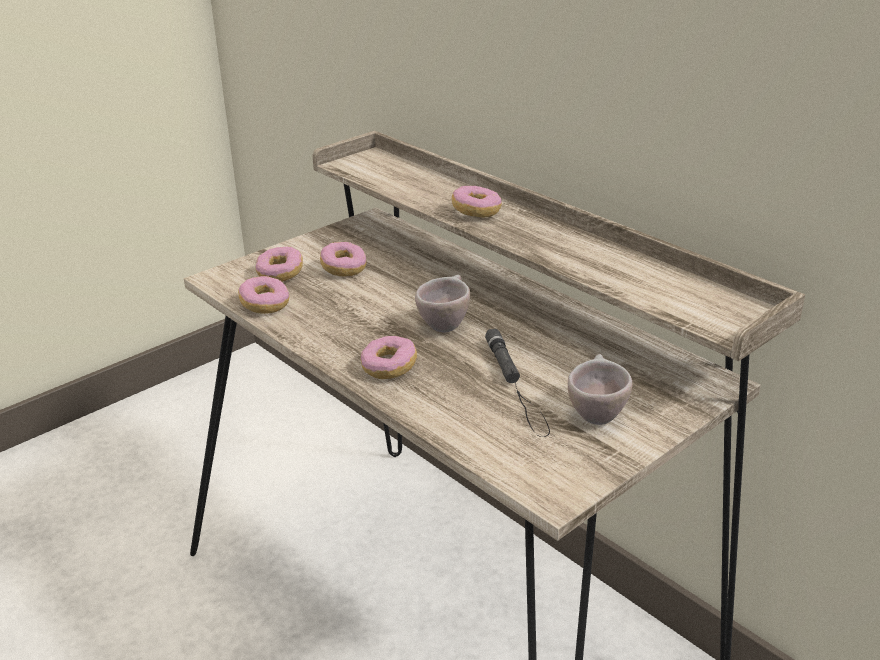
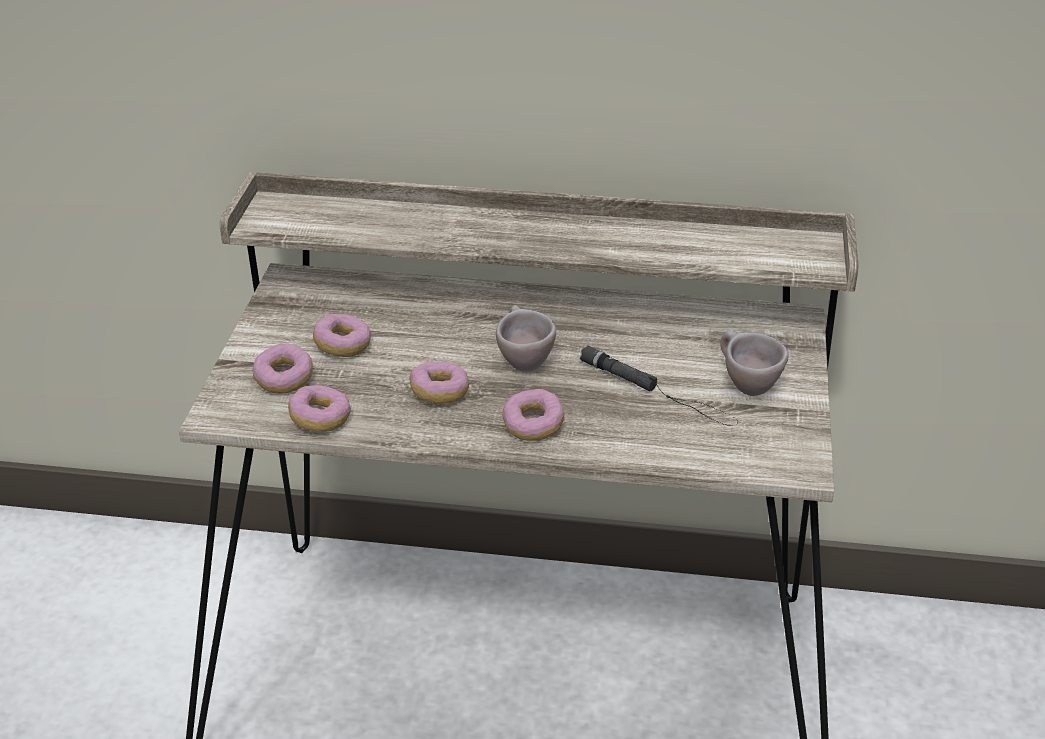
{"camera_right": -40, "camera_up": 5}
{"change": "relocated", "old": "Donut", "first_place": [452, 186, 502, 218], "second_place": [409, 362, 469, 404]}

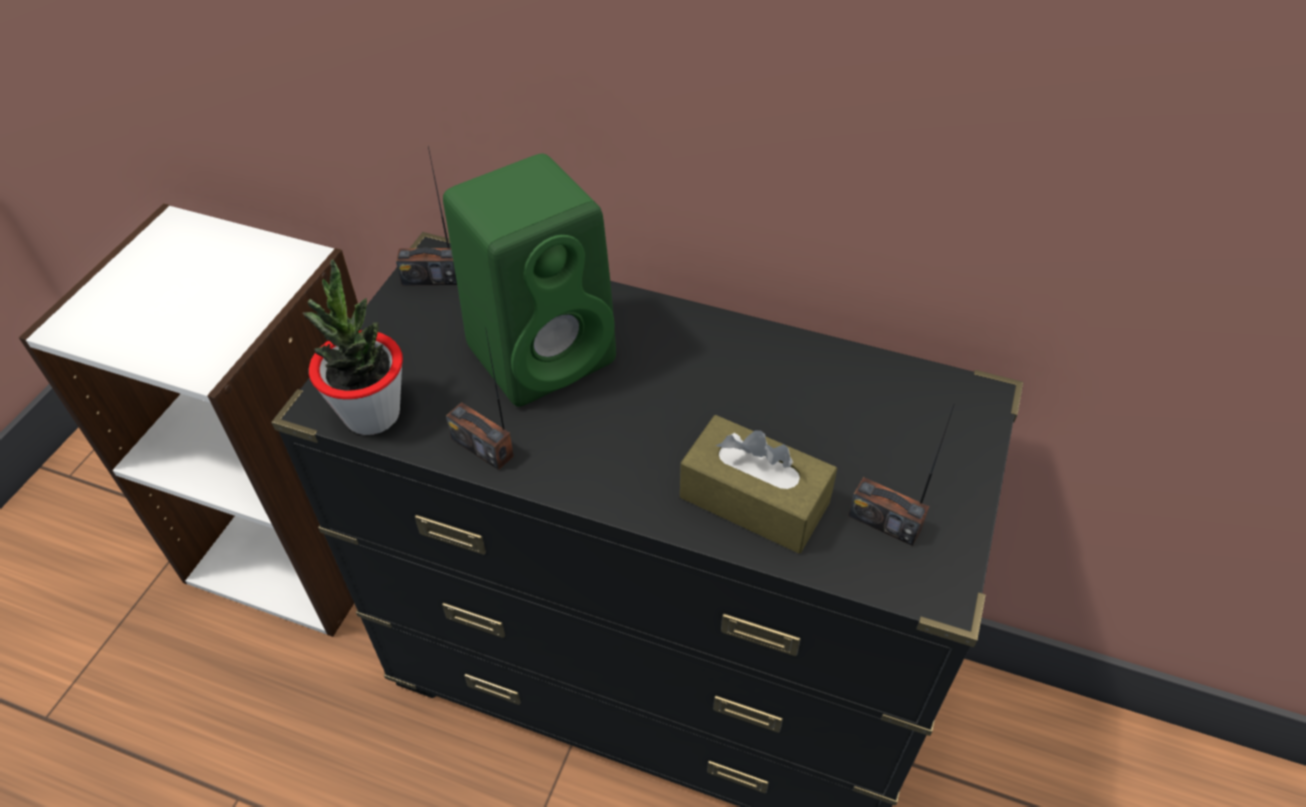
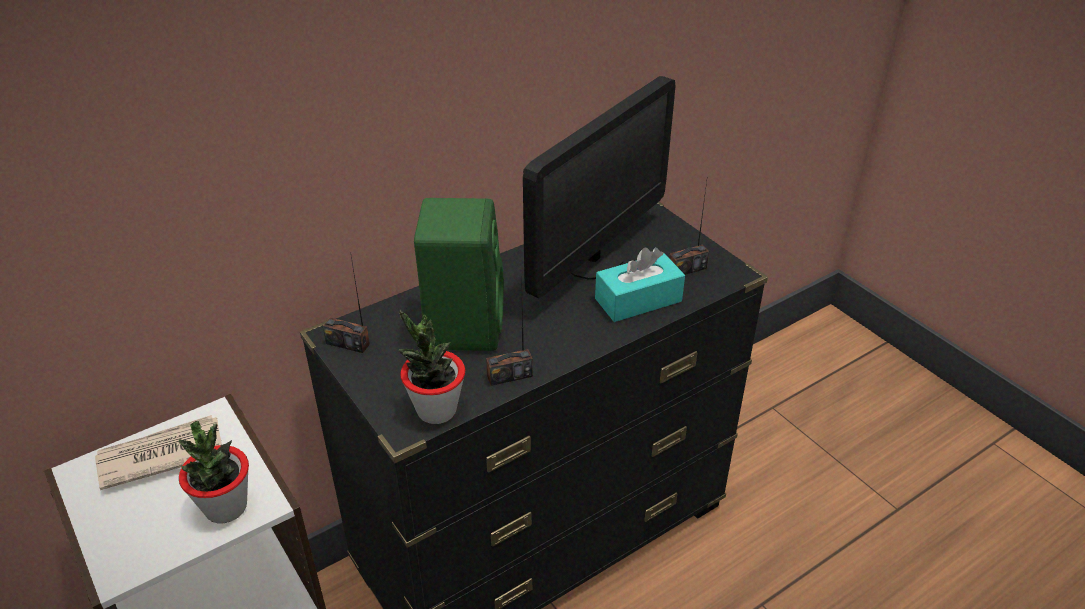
{"camera_right": -55, "camera_up": -10}
{"change": "spun", "old": "Radio", "first_place": [396, 146, 457, 286], "second_place": [323, 252, 370, 353], "degrees": 75}
{"change": "colour", "old": "Taschentuchbox (braun)", "new": "Taschentuchbox (türkis)", "first_place": [680, 415, 837, 553], "second_place": [595, 247, 685, 322]}
{"change": "appeared", "new": "Zeitung", "second_place": [95, 415, 222, 490]}
{"change": "appeared", "new": "Topfpflanze", "second_place": [179, 421, 249, 523]}
{"change": "appeared", "new": "Monitor", "second_place": [523, 76, 676, 298]}

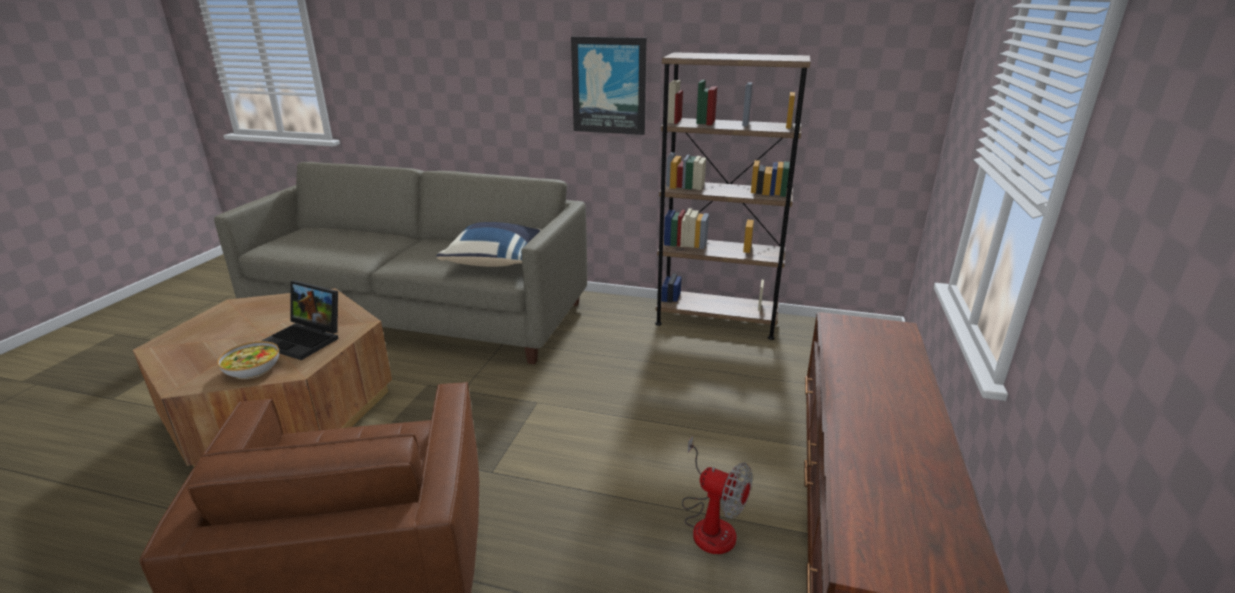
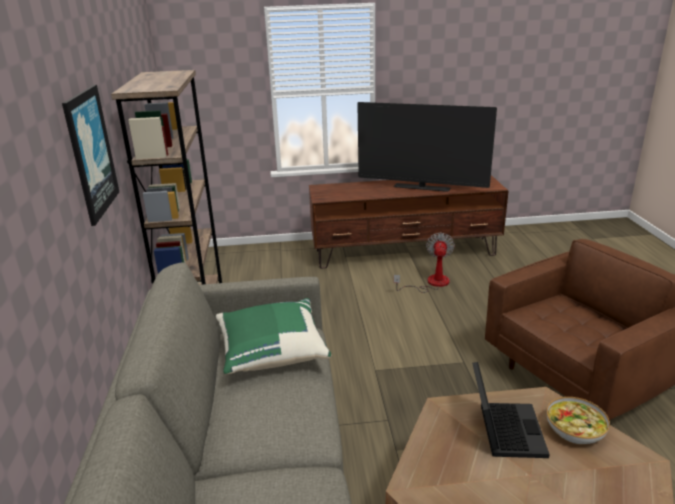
{"camera_right": -110, "camera_up": 0}
{"change": "colour", "old": "Kissen (blau)", "new": "Kissen (grün)", "first_place": [436, 222, 542, 267], "second_place": [216, 298, 331, 374]}
{"change": "appeared", "new": "Fernseher", "second_place": [357, 102, 497, 192]}

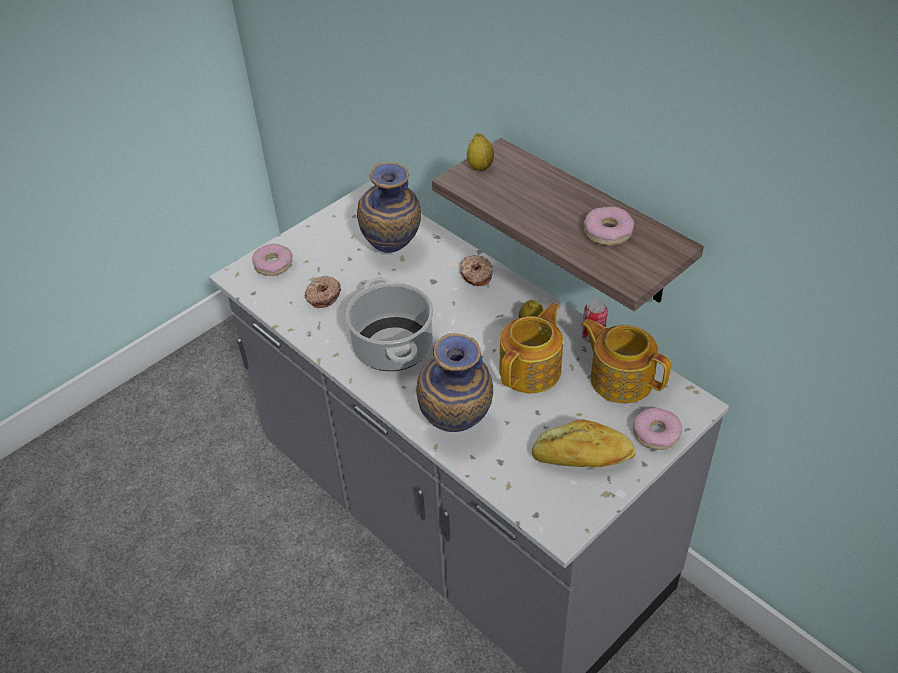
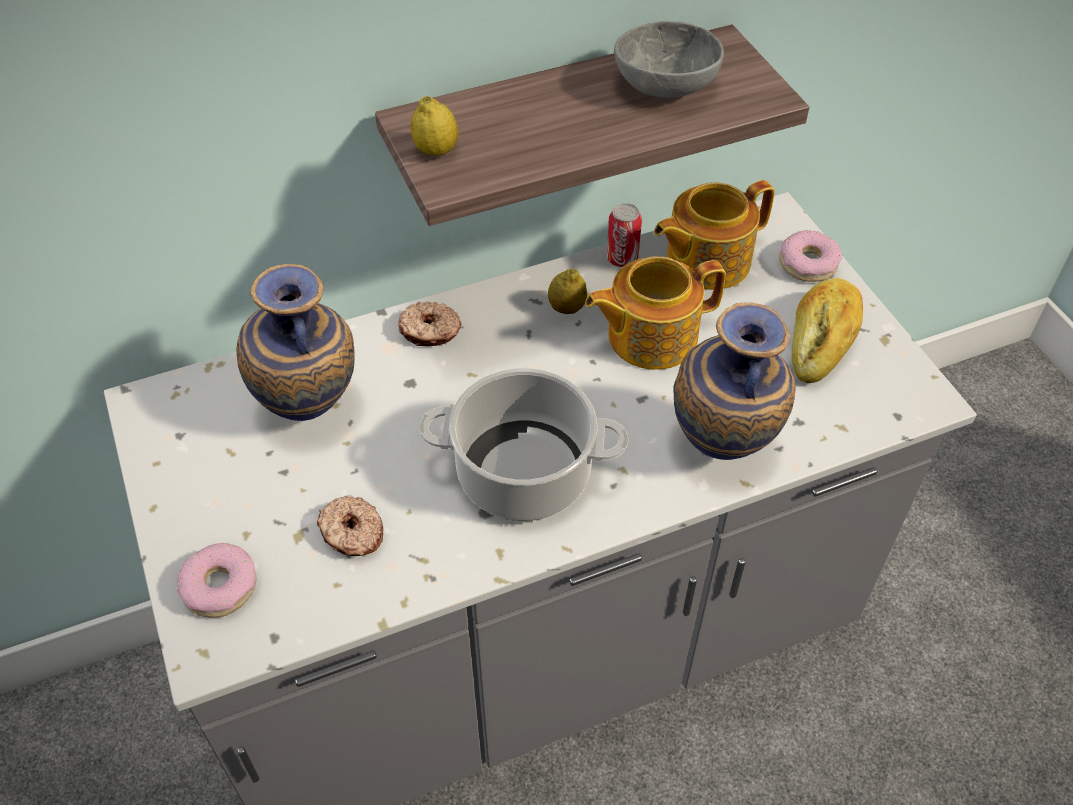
{"camera_right": -70, "camera_up": 5}
{"change": "spun", "old": "Teekanne", "first_place": [499, 303, 563, 393], "second_place": [585, 256, 726, 370], "degrees": -75}
{"change": "exchanged", "old": "Donut", "new": "Schüssel (grau)", "first_place": [584, 206, 634, 246], "second_place": [614, 21, 724, 98]}

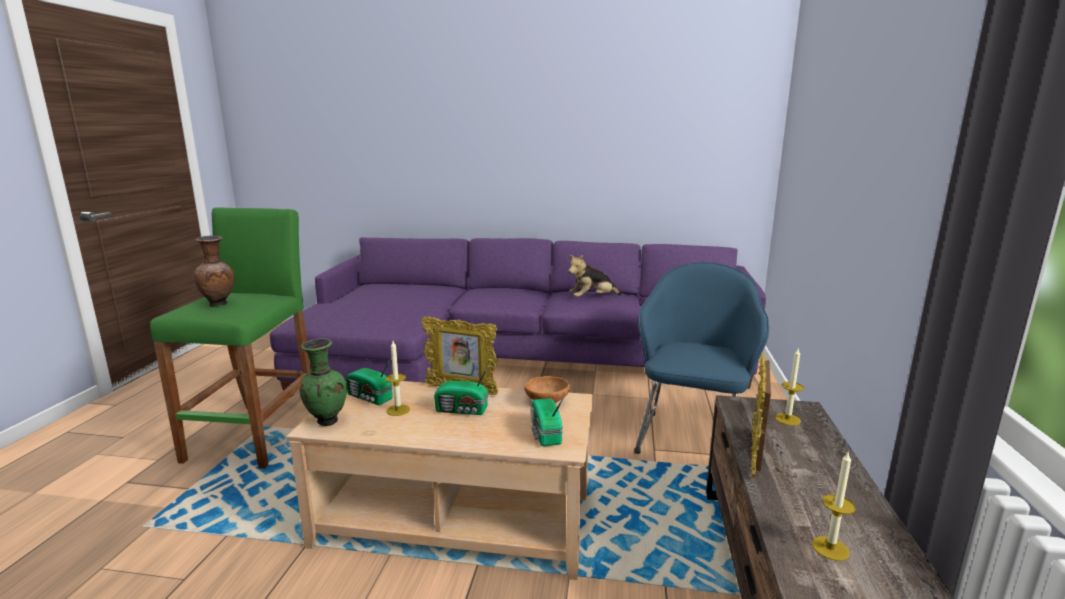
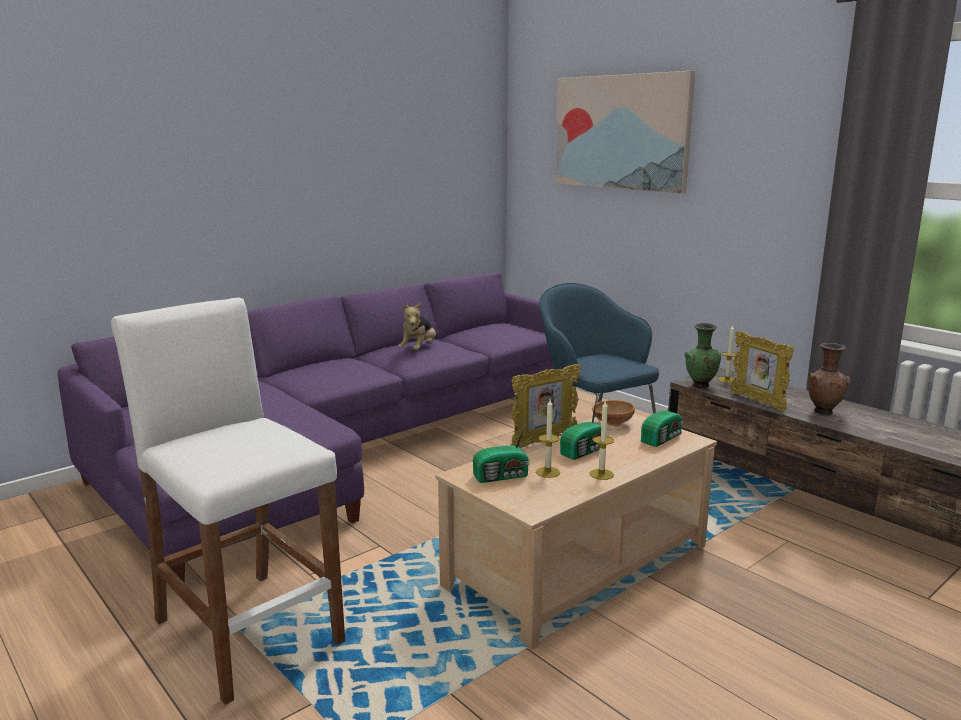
{"camera_right": -50, "camera_up": 0}
{"change": "colour", "old": "Hocker (grün)", "new": "Hocker (weiß)", "first_place": [150, 207, 311, 469], "second_place": [111, 298, 345, 705]}
{"change": "relocated", "old": "Vase (braun)", "first_place": [194, 236, 235, 306], "second_place": [808, 343, 850, 415]}
{"change": "relocated", "old": "Vase (grün)", "first_place": [299, 338, 347, 426], "second_place": [685, 323, 721, 388]}
{"change": "spun", "old": "Radio", "first_place": [531, 398, 564, 446], "second_place": [641, 388, 683, 447], "degrees": -75}
{"change": "relocated", "old": "Kerze", "first_place": [812, 451, 856, 561], "second_place": [589, 401, 614, 480]}
{"change": "appeared", "new": "Bild", "second_place": [555, 71, 695, 194]}

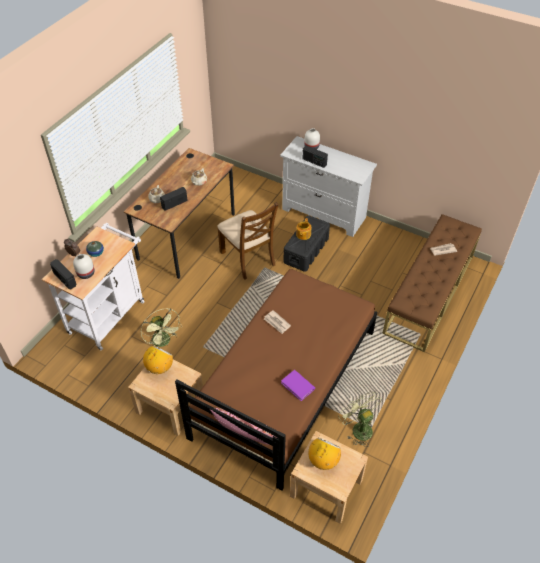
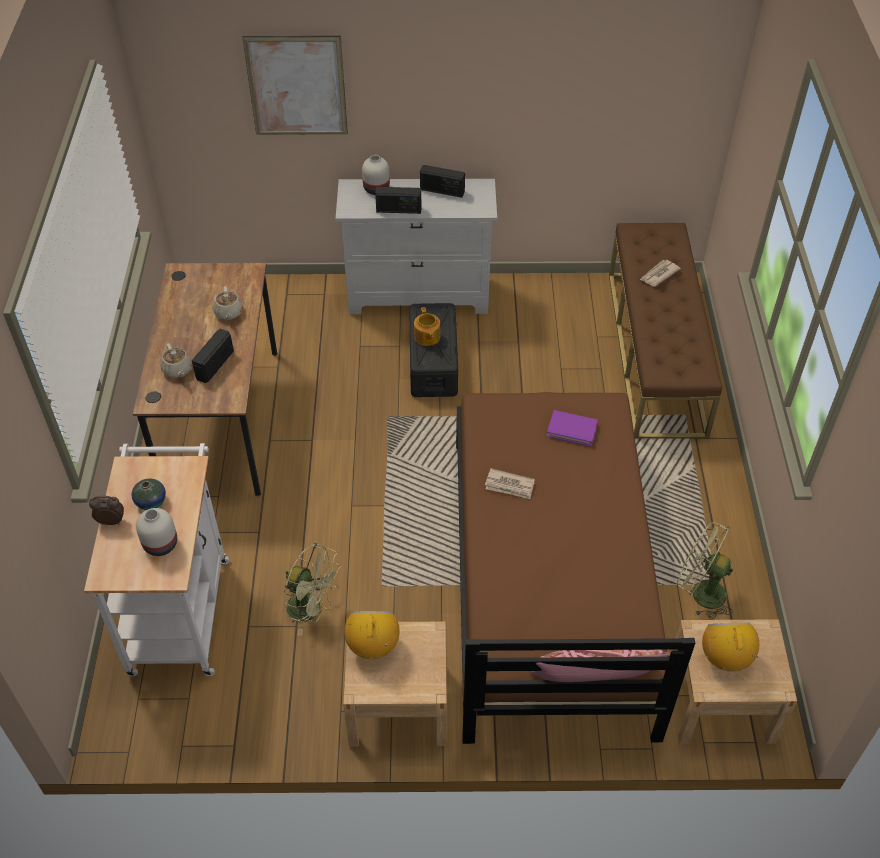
{"camera_right": -30, "camera_up": 0}
{"change": "relocated", "old": "Radio", "first_place": [50, 259, 77, 290], "second_place": [420, 165, 465, 198]}
{"change": "missing", "old": "Stuhl (braun)", "first_place": [217, 202, 278, 280]}
{"change": "relocated", "old": "Buch (lila)", "first_place": [281, 370, 315, 401], "second_place": [547, 410, 598, 446]}
{"change": "appeared", "new": "Bild", "second_place": [242, 36, 348, 135]}

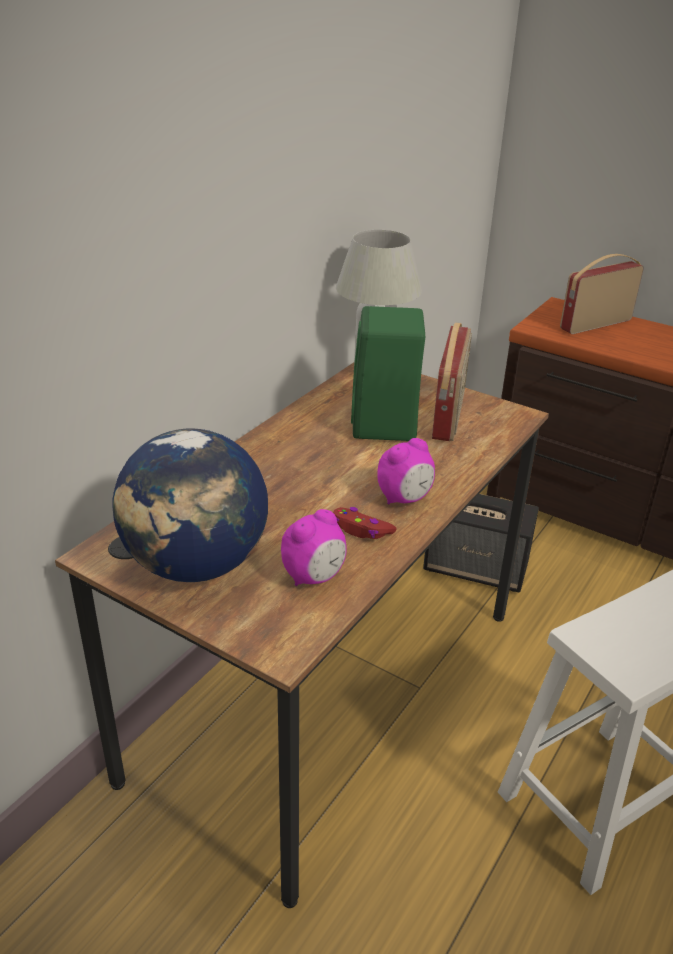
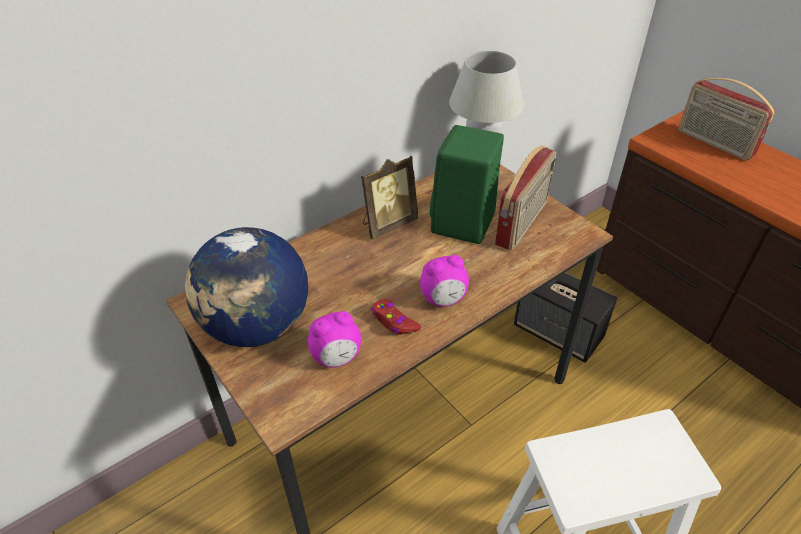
{"camera_right": 20, "camera_up": 10}
{"change": "spun", "old": "Radio", "first_place": [560, 254, 644, 334], "second_place": [678, 78, 775, 161], "degrees": -120}
{"change": "appeared", "new": "Bilderrahmen", "second_place": [361, 156, 418, 240]}

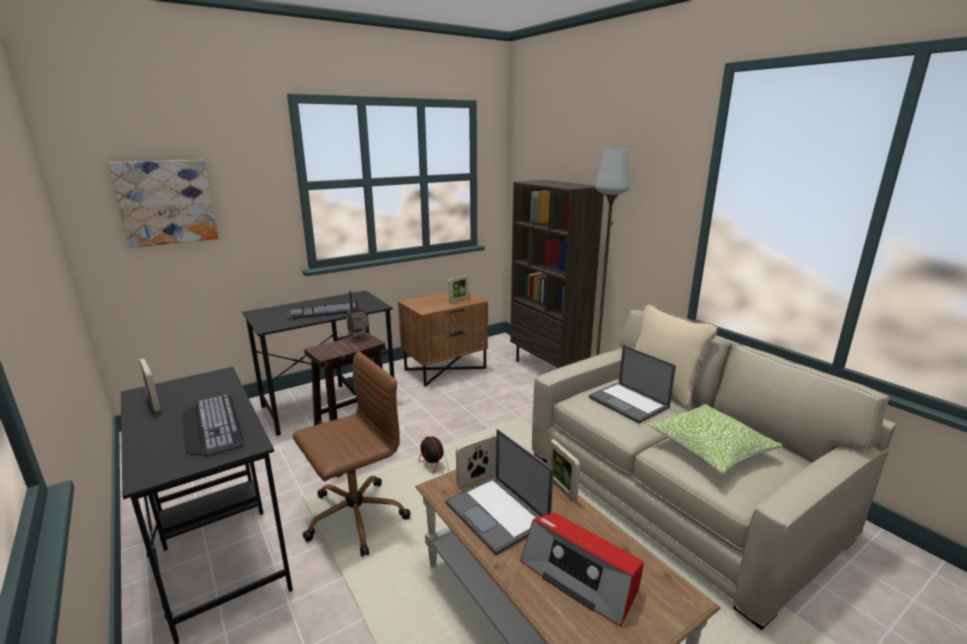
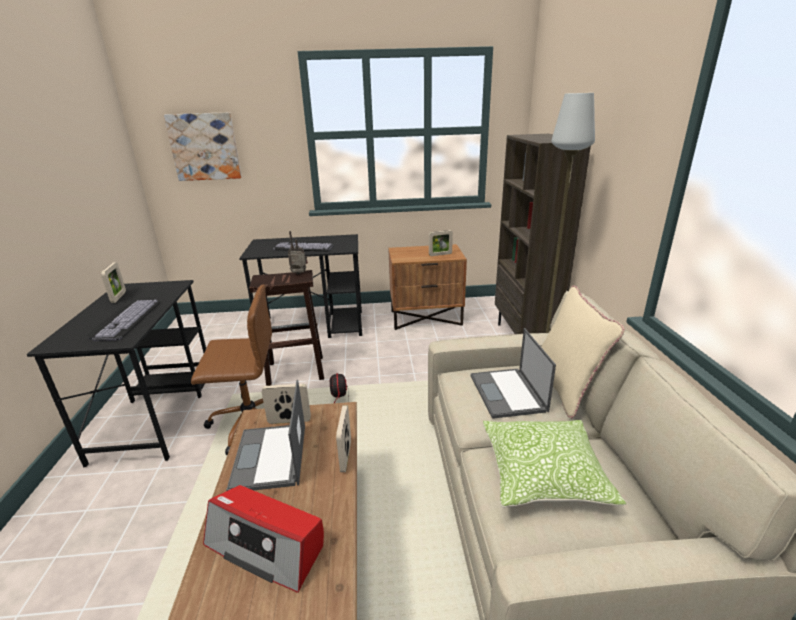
{"camera_right": 30, "camera_up": 5}
{"change": "spun", "old": "Radio", "first_place": [520, 513, 644, 627], "second_place": [203, 485, 324, 593], "degrees": -45}

